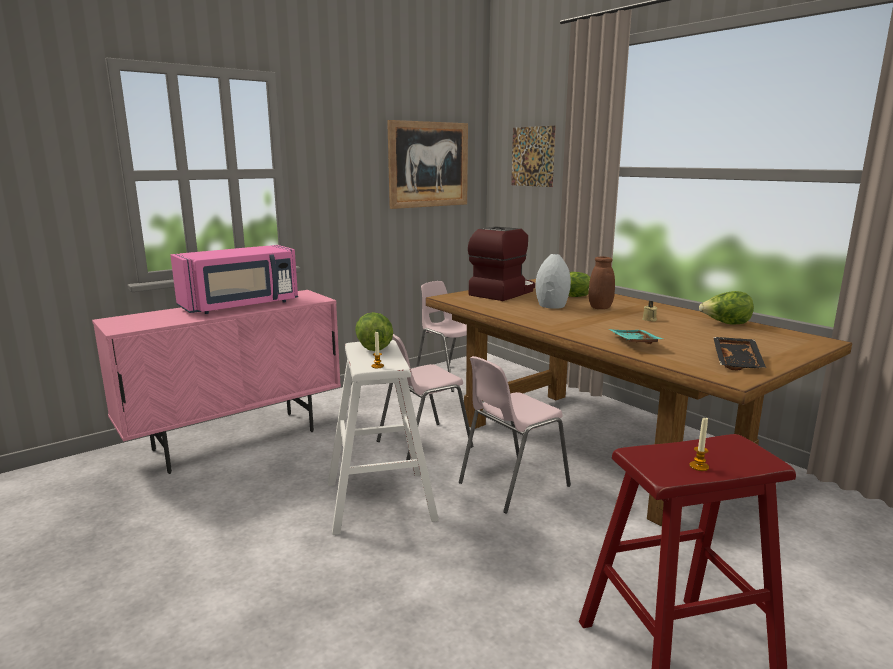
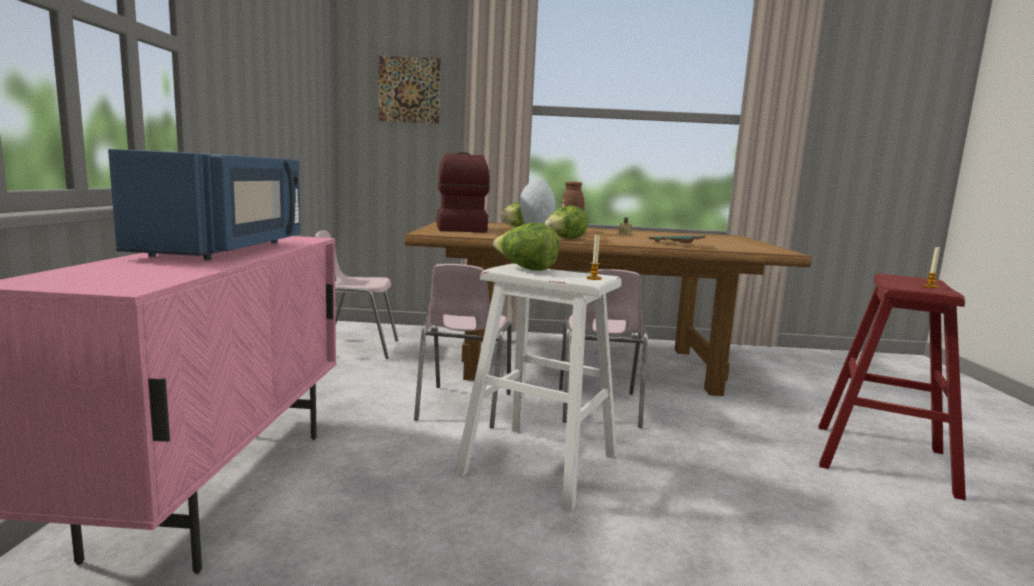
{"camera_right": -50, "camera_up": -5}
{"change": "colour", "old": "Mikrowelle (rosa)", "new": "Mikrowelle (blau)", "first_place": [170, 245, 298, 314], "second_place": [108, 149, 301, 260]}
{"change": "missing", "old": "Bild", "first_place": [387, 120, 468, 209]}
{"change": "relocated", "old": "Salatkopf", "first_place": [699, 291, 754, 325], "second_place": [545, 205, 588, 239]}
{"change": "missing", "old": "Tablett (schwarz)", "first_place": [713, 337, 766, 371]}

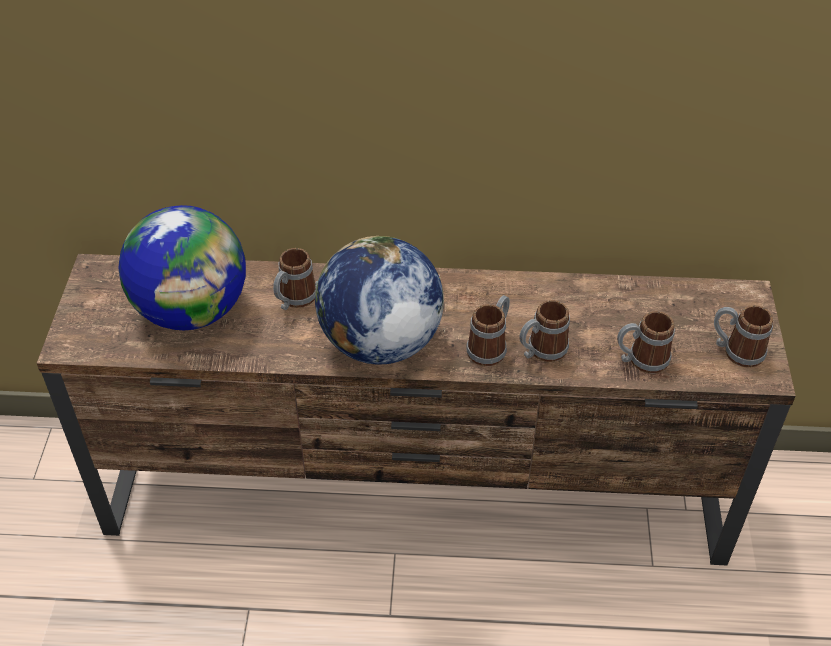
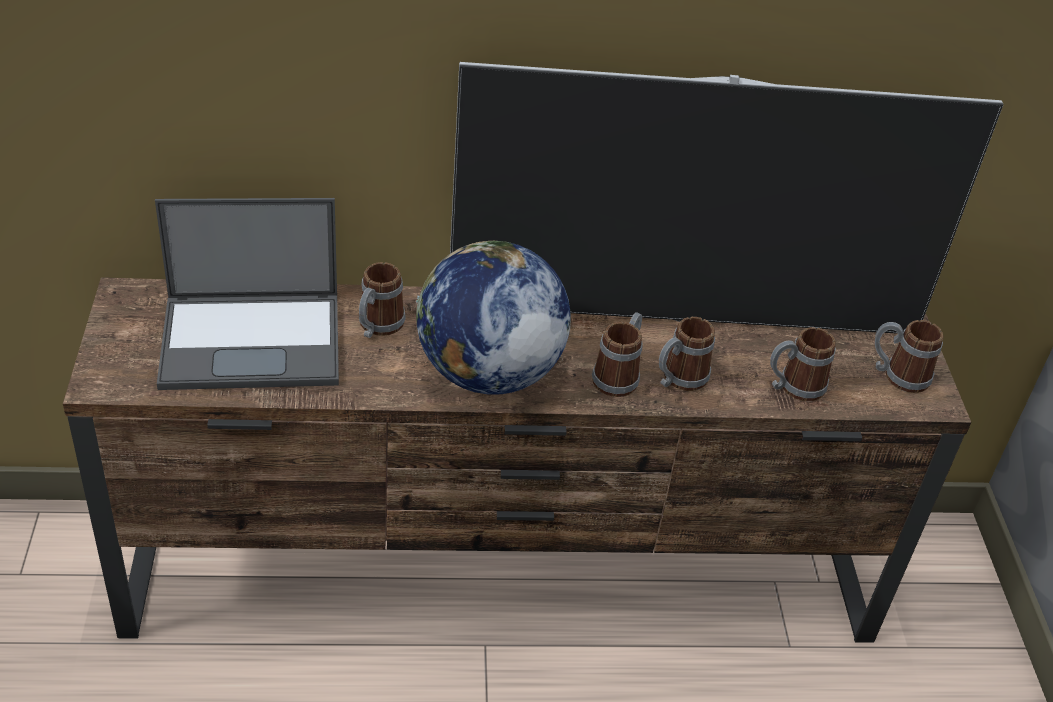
{"camera_right": -10, "camera_up": -5}
{"change": "exchanged", "old": "Globus", "new": "Laptop", "first_place": [118, 205, 246, 330], "second_place": [155, 198, 339, 390]}
{"change": "appeared", "new": "Fernseher", "second_place": [450, 62, 1004, 334]}

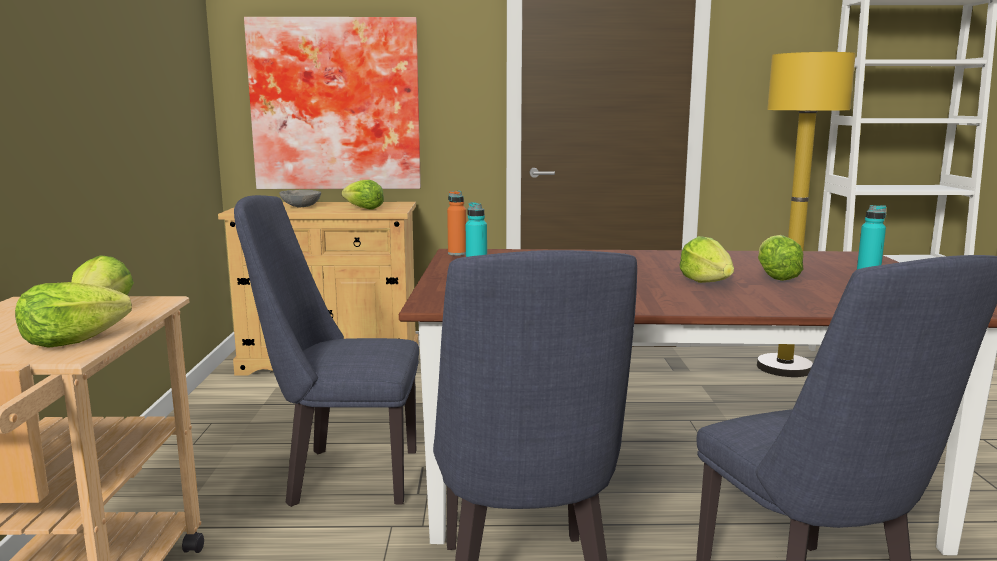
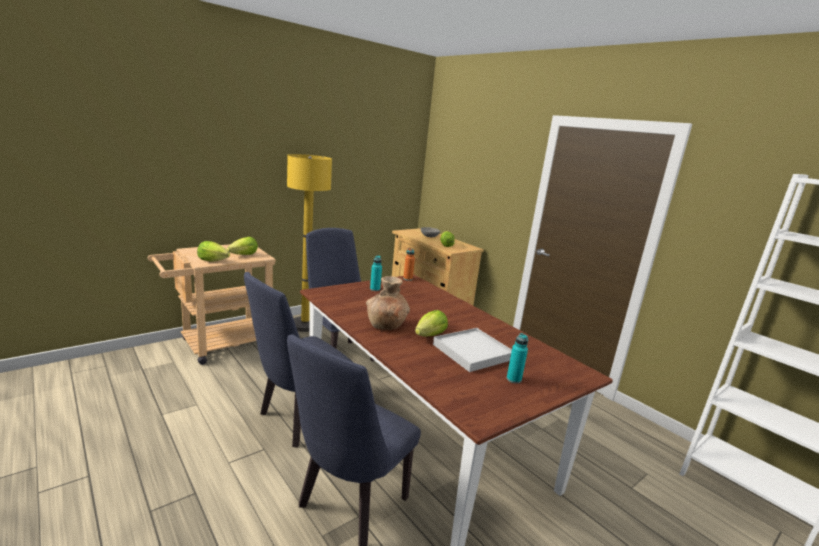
{"camera_right": 50, "camera_up": 5}
{"change": "missing", "old": "Bild", "first_place": [244, 17, 421, 189]}
{"change": "relocated", "old": "Stehlampe (gelb)", "first_place": [757, 52, 856, 377], "second_place": [287, 154, 332, 332]}
{"change": "exchanged", "old": "Salatkopf", "new": "Tablett (weiß)", "first_place": [758, 235, 803, 281], "second_place": [433, 328, 512, 372]}
{"change": "appeared", "new": "Vase (braun)", "second_place": [366, 276, 410, 330]}

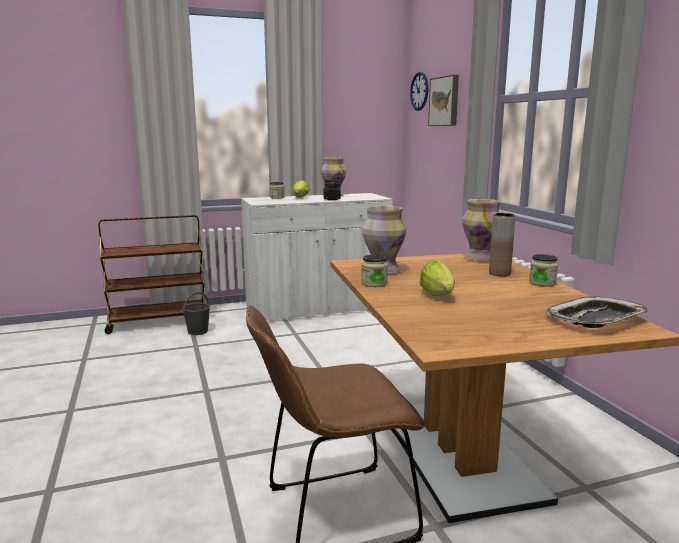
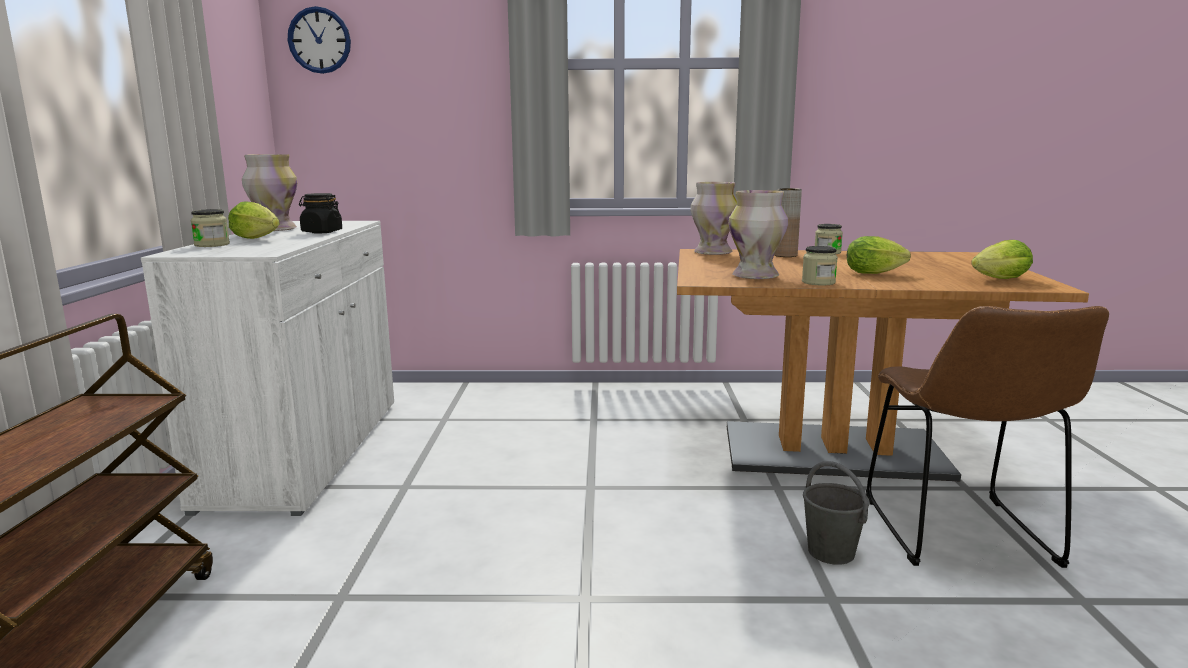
{"camera_right": -70, "camera_up": 0}
{"change": "relocated", "old": "Eimer (grau)", "first_place": [182, 292, 210, 335], "second_place": [803, 461, 870, 565]}
{"change": "missing", "old": "Bild", "first_place": [428, 75, 459, 126]}
{"change": "missing", "old": "Tablett", "first_place": [546, 296, 649, 328]}
{"change": "appeared", "new": "Salatkopf", "second_place": [971, 240, 1033, 279]}

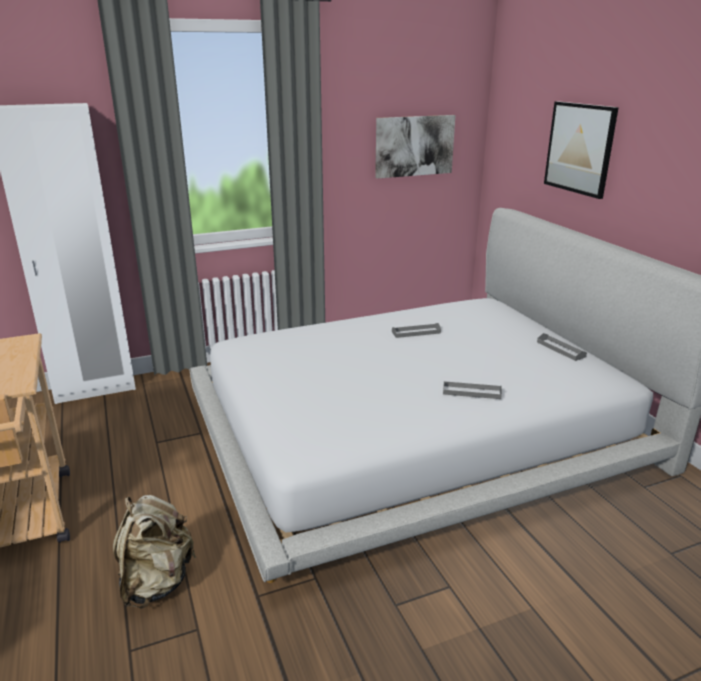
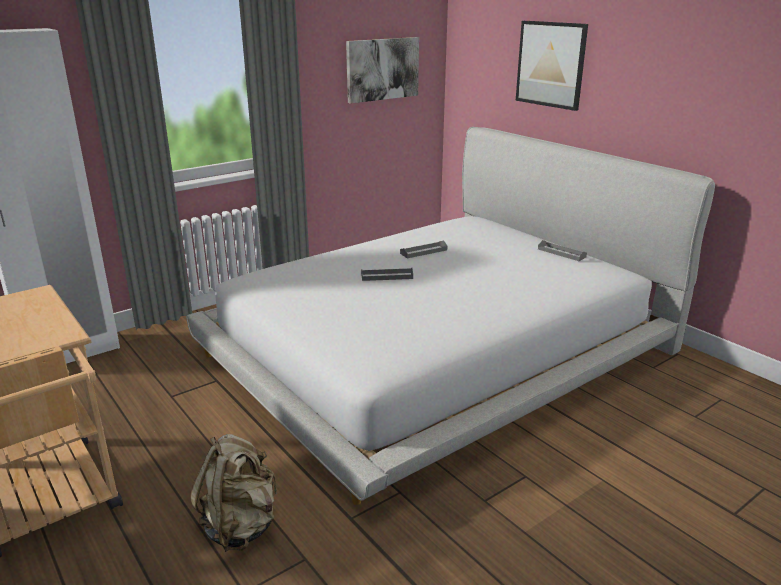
{"camera_right": -15, "camera_up": 0}
{"change": "relocated", "old": "Tablett (grau)", "first_place": [443, 381, 502, 399], "second_place": [361, 268, 413, 281]}

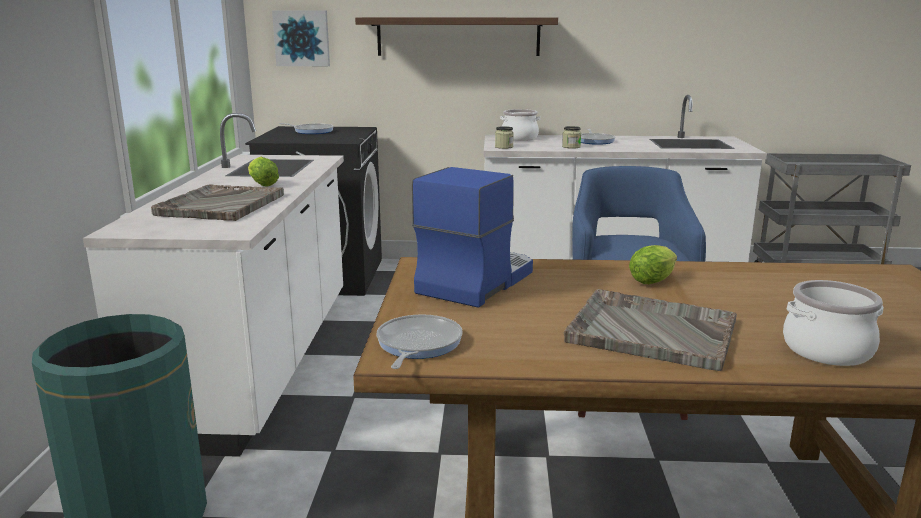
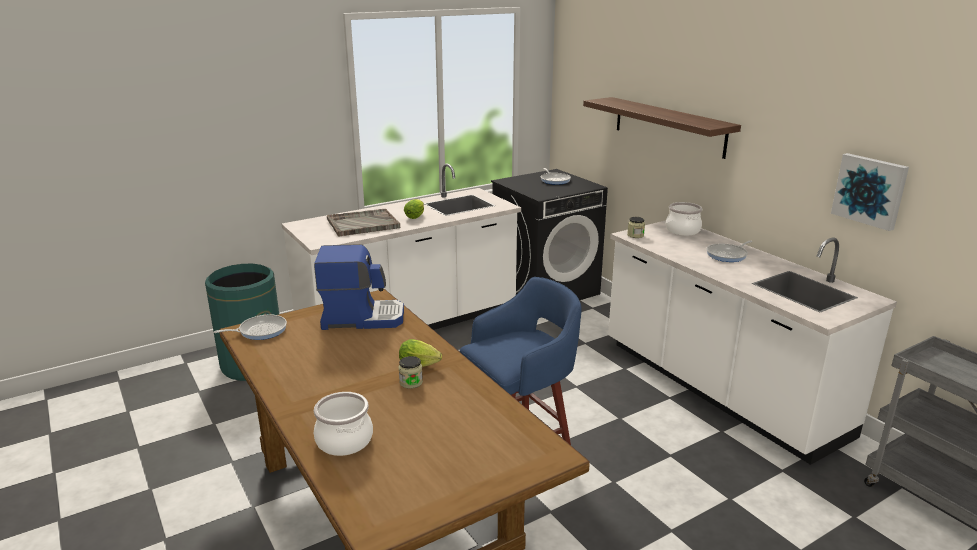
{"camera_right": 55, "camera_up": 5}
{"change": "relocated", "old": "Bild", "first_place": [272, 10, 330, 66], "second_place": [831, 153, 909, 231]}
{"change": "relocated", "old": "Vorratsglas", "first_place": [562, 126, 581, 149], "second_place": [399, 356, 423, 389]}
{"change": "missing", "old": "Tablett (grau)", "first_place": [563, 289, 737, 371]}

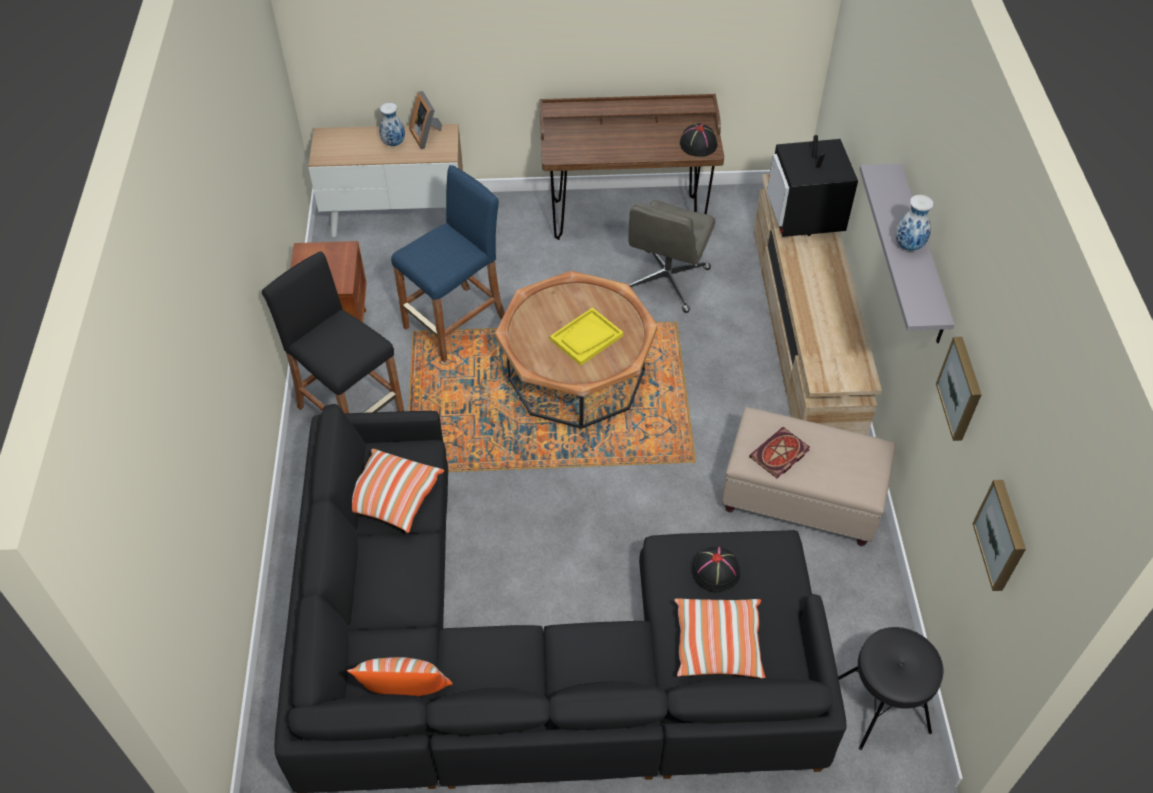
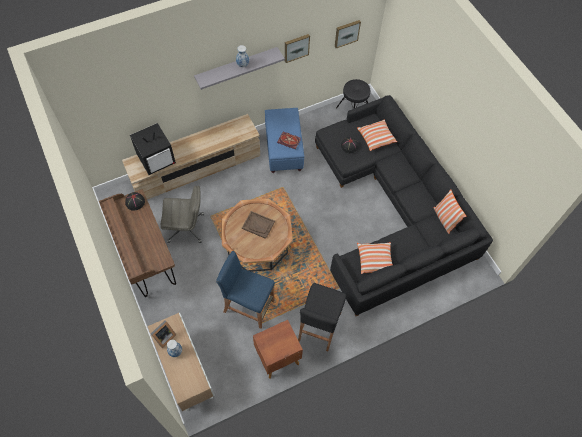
{"camera_right": -115, "camera_up": 10}
{"change": "colour", "old": "Tablett (gelb)", "new": "Tablett (braun)", "first_place": [550, 308, 623, 366], "second_place": [242, 211, 275, 239]}
{"change": "colour", "old": "Polsterhocker (beige)", "new": "Polsterhocker (blau)", "first_place": [722, 407, 896, 546], "second_place": [265, 108, 305, 173]}

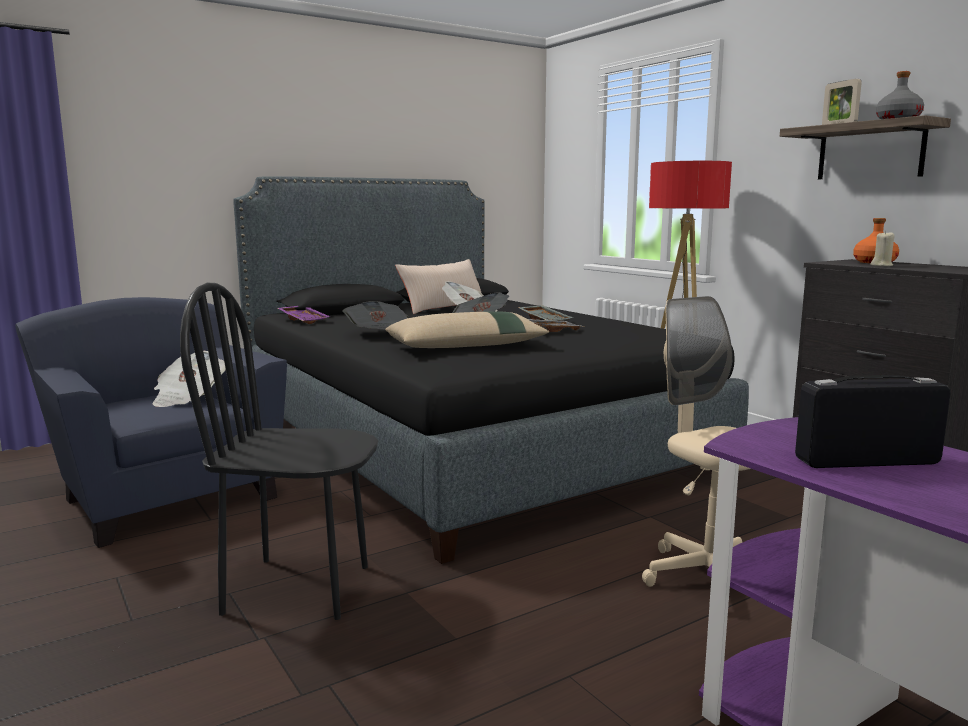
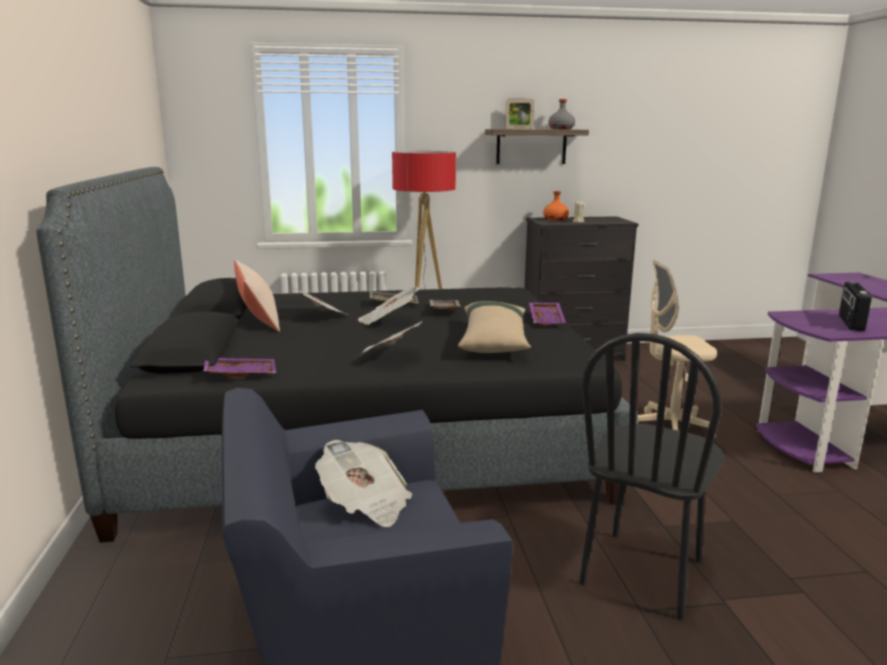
{"camera_right": -65, "camera_up": 5}
{"change": "appeared", "new": "Tablett (lila)", "second_place": [529, 303, 566, 327]}

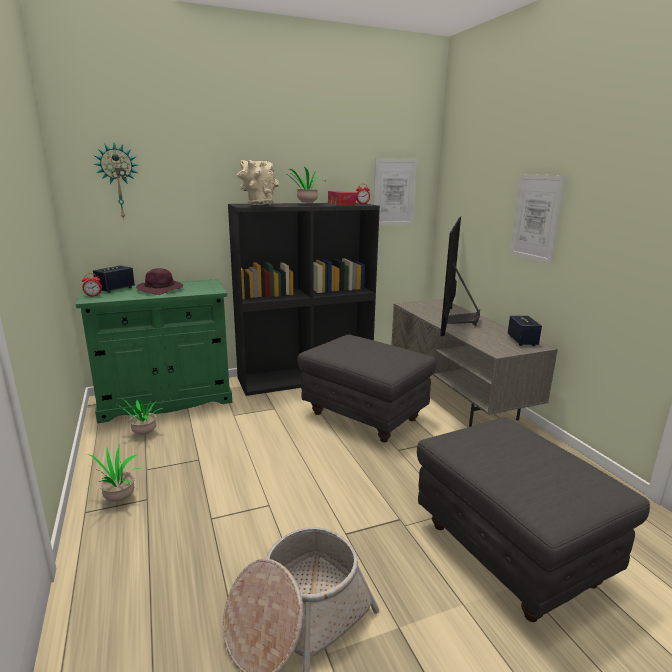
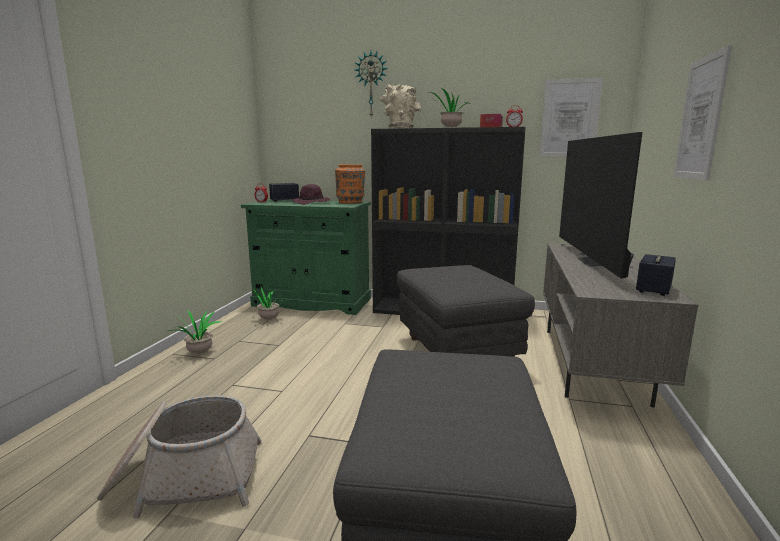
{"camera_right": 35, "camera_up": -5}
{"change": "relocated", "old": "Wanduhr", "first_place": [94, 143, 138, 220], "second_place": [355, 50, 388, 117]}
{"change": "spun", "old": "Fernseher", "first_place": [440, 217, 480, 336], "second_place": [559, 132, 642, 279], "degrees": -45}
{"change": "appeared", "new": "Vase (orange)", "second_place": [335, 164, 365, 204]}

